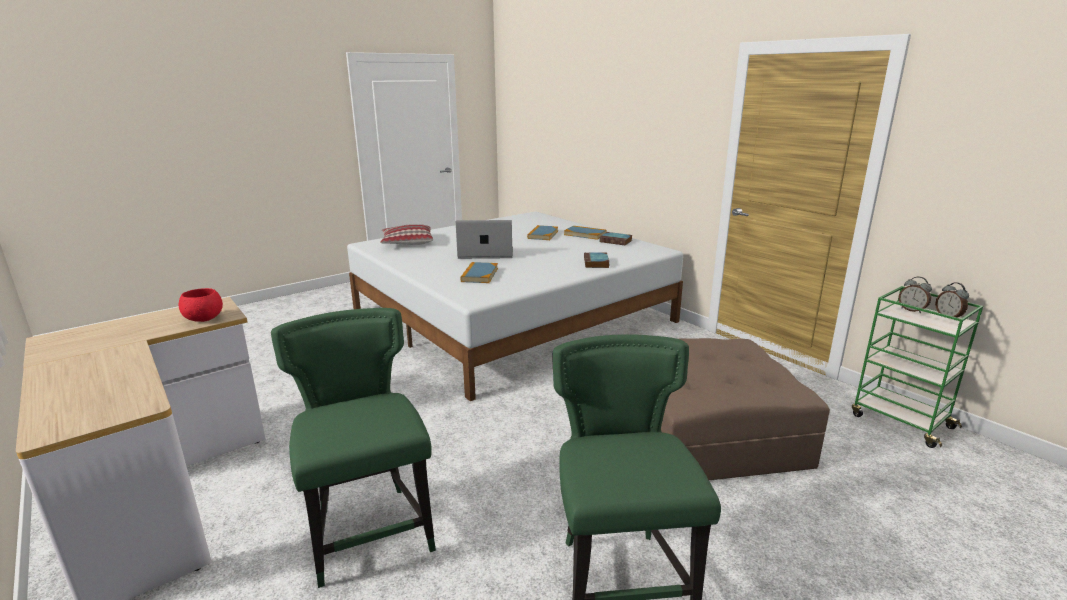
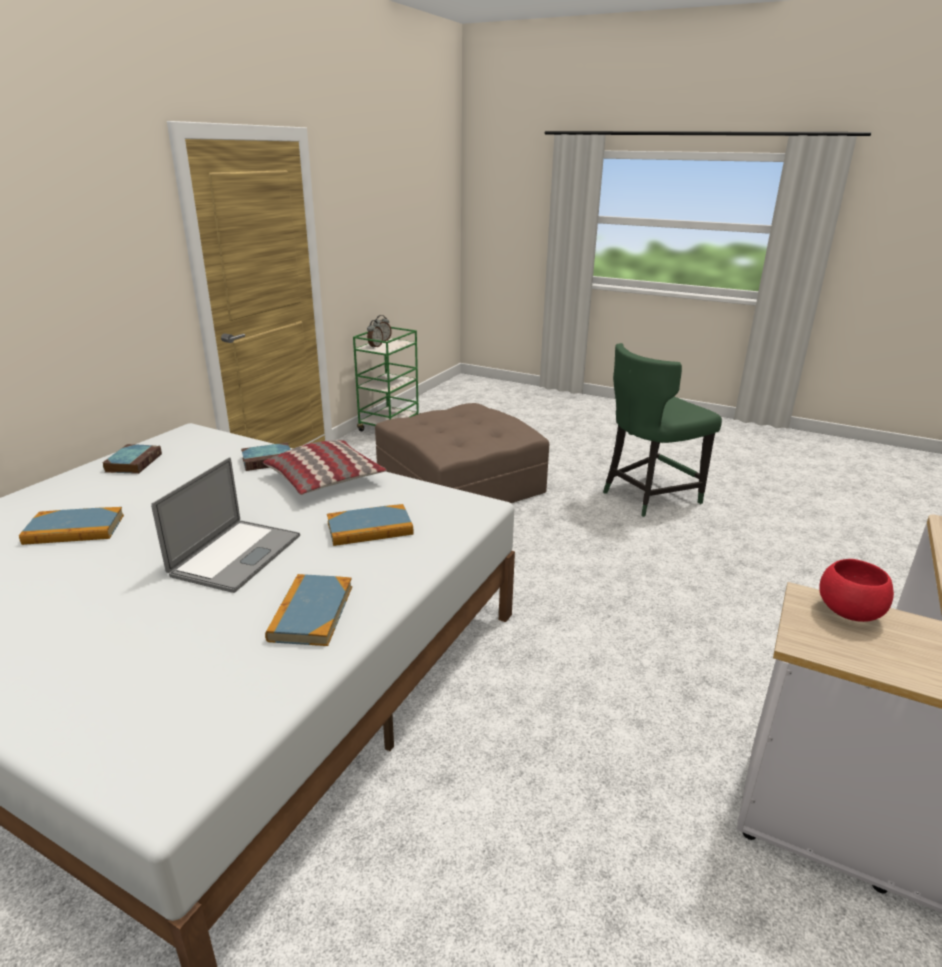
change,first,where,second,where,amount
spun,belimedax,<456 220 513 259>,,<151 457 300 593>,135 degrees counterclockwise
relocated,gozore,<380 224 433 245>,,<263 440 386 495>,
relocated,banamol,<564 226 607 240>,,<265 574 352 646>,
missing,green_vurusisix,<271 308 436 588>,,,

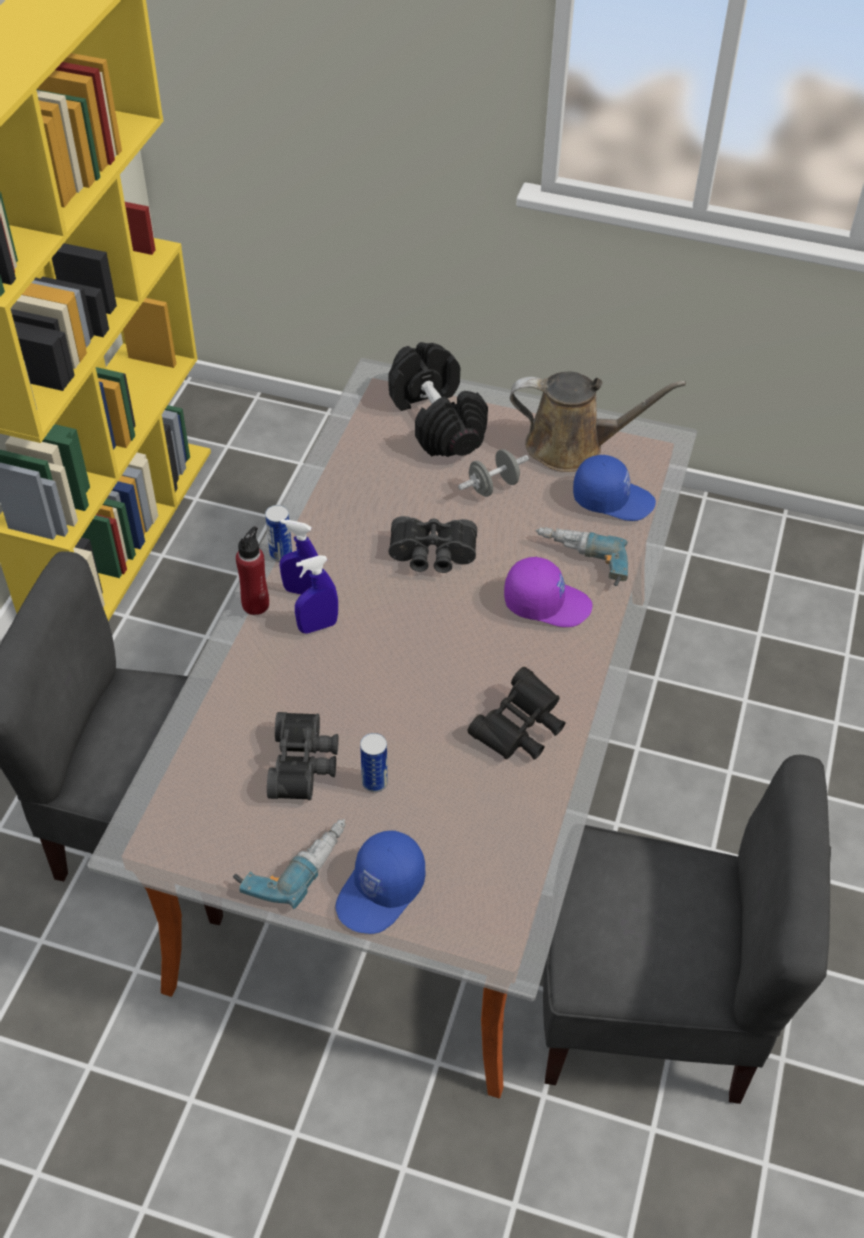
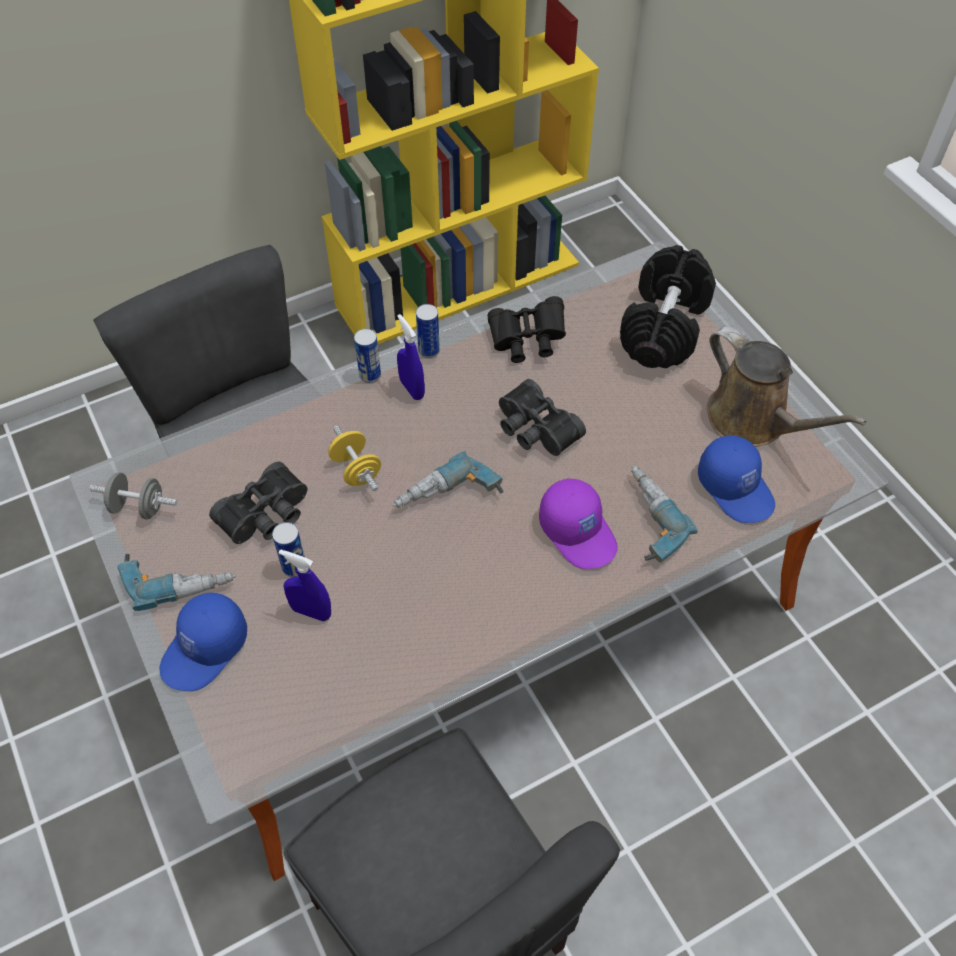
change,first,where,second,where,amount
relocated,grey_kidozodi,<458 449 529 497>,,<89 472 178 519>,
spun,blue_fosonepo,<335 830 425 934>,,<159 593 247 691>,45 degrees counterclockwise
relocated,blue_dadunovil,<295 555 338 634>,,<279 549 331 621>,
appeared,,,yellow_kidozodi,<328 426 381 491>,
exchanged,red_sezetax,<236 526 269 615>,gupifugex,<354 328 381 383>,
appeared,,,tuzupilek,<392 451 504 508>,
relocated,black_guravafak,<468 667 565 760>,,<488 296 566 363>,

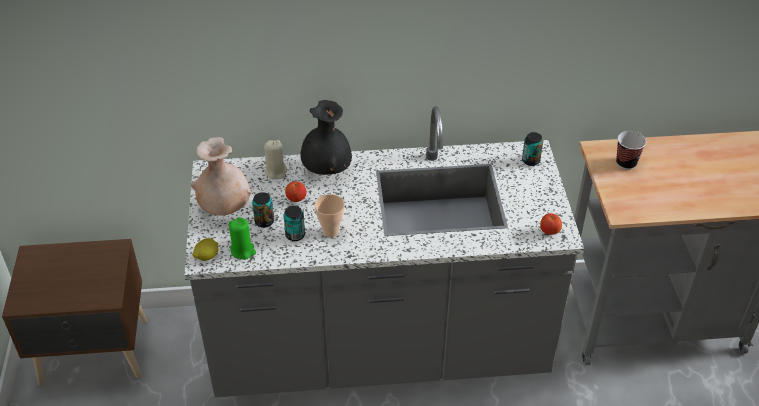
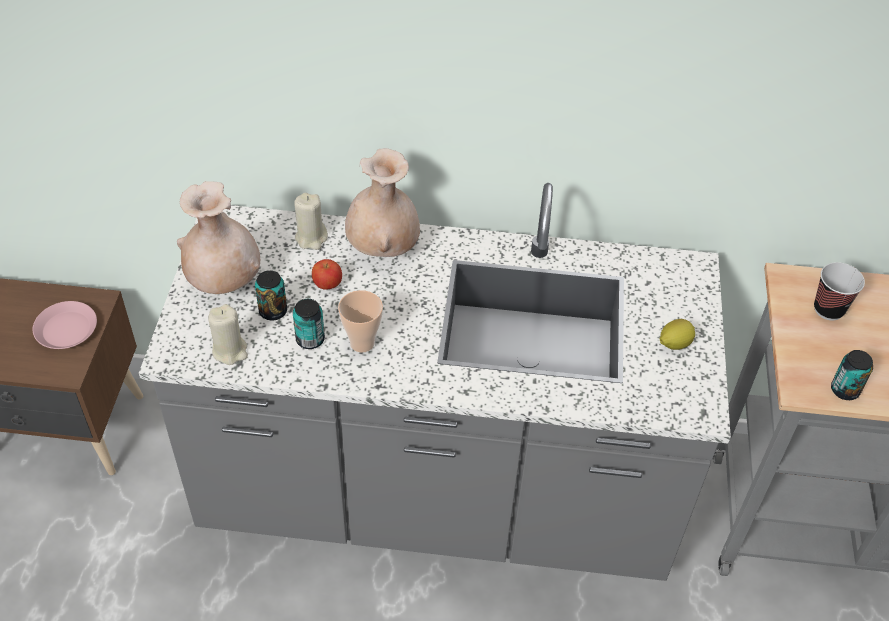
change,first,where,second,where,amount
appeared,,,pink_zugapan,<33 301 97 349>,
colour,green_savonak,<229 217 256 260>,beige_savonak,<208 304 248 365>,
colour,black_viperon,<301 100 352 175>,beige_viperon,<345 148 420 257>,
relocated,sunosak,<192 238 218 261>,,<660 319 695 350>,
relocated,gupifugex,<522 132 543 166>,,<831 350 873 400>,
missing,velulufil,<540 213 562 235>,,,

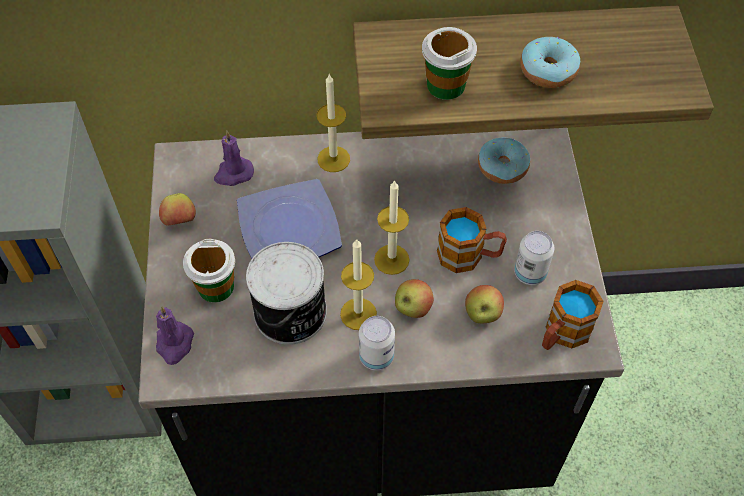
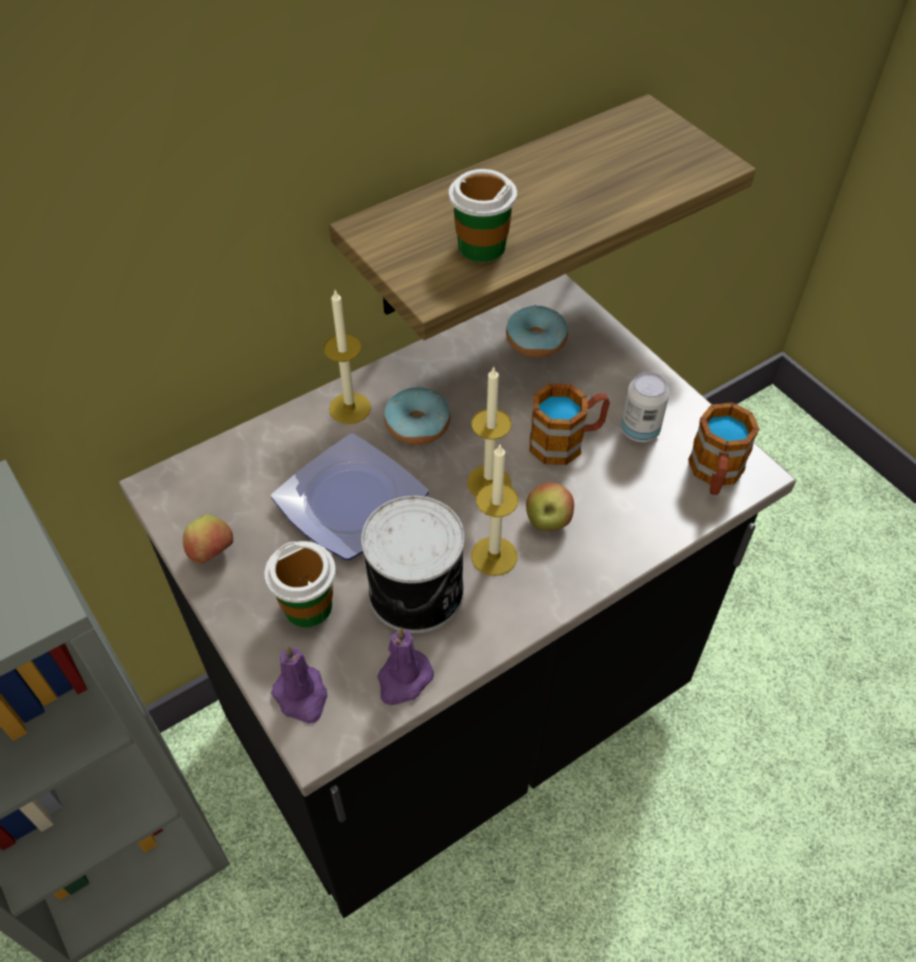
change,first,where,second,where,amount
relocated,purple_savonak,<214 130 254 186>,,<377 627 434 705>,
relocated,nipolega,<520 37 580 88>,,<384 387 451 445>,
missing,gupifugex,<359 316 395 371>,,,
missing,velulufil,<465 285 504 323>,,,

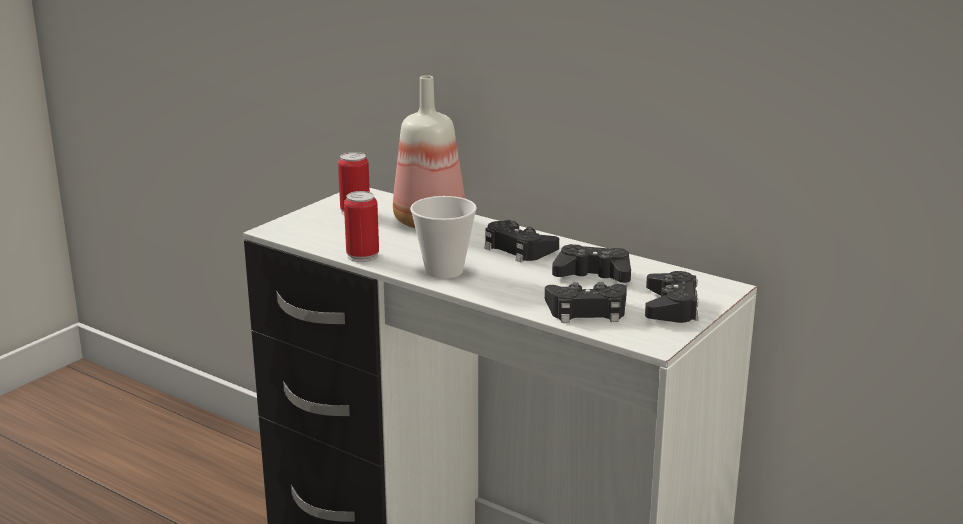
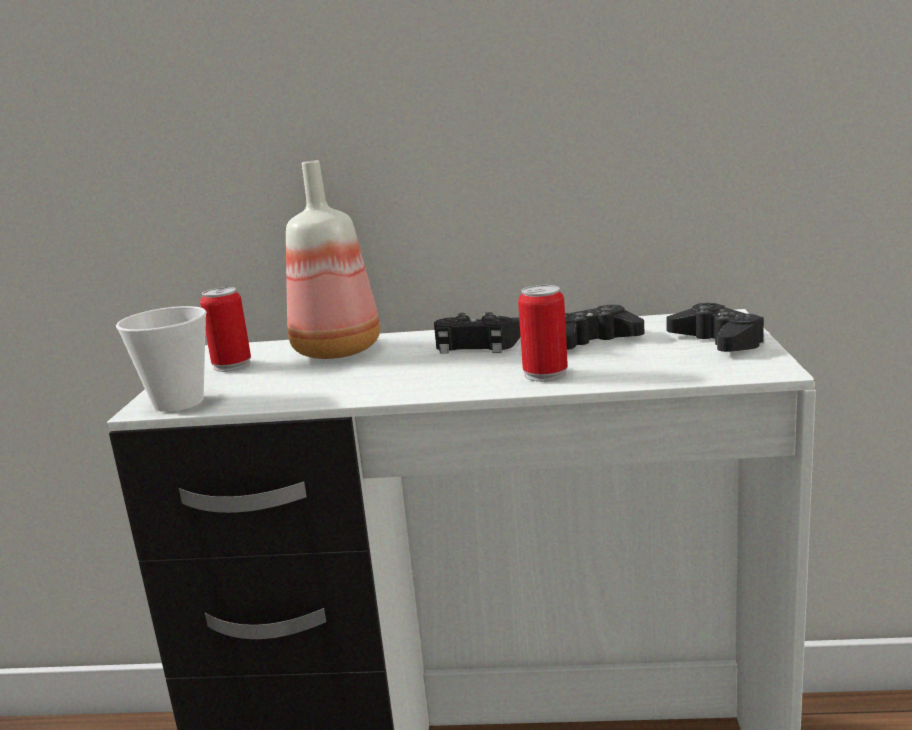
change,first,where,second,where,amount
relocated,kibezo,<410 196 477 279>,,<116 306 207 412>,
relocated,gupifugex,<344 191 379 262>,,<518 285 568 382>,
missing,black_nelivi,<545 282 627 323>,,,

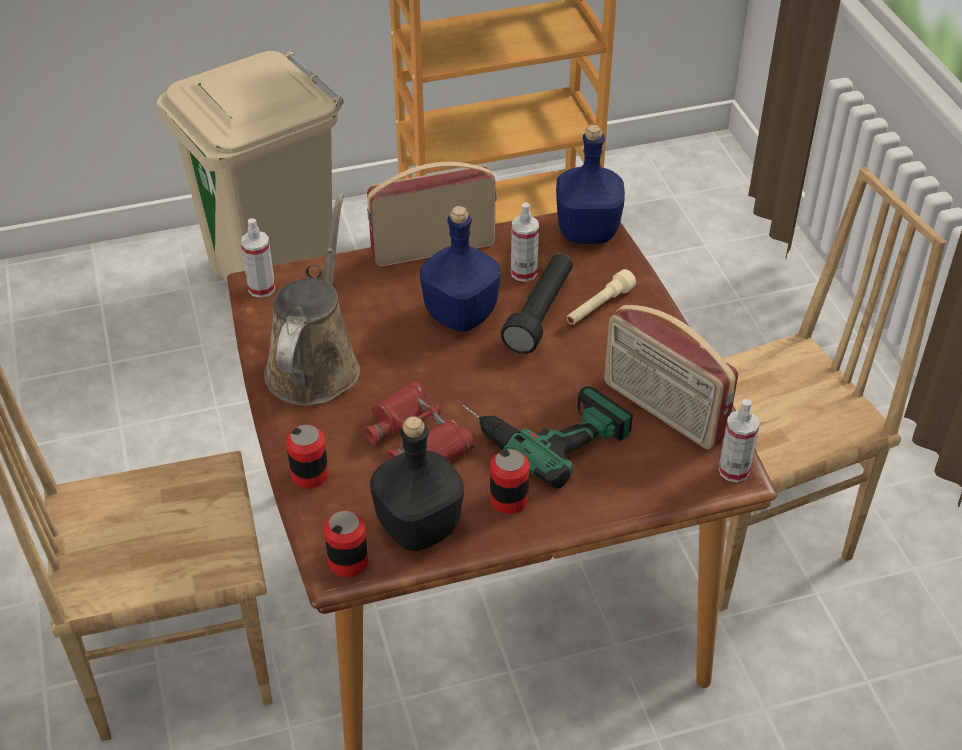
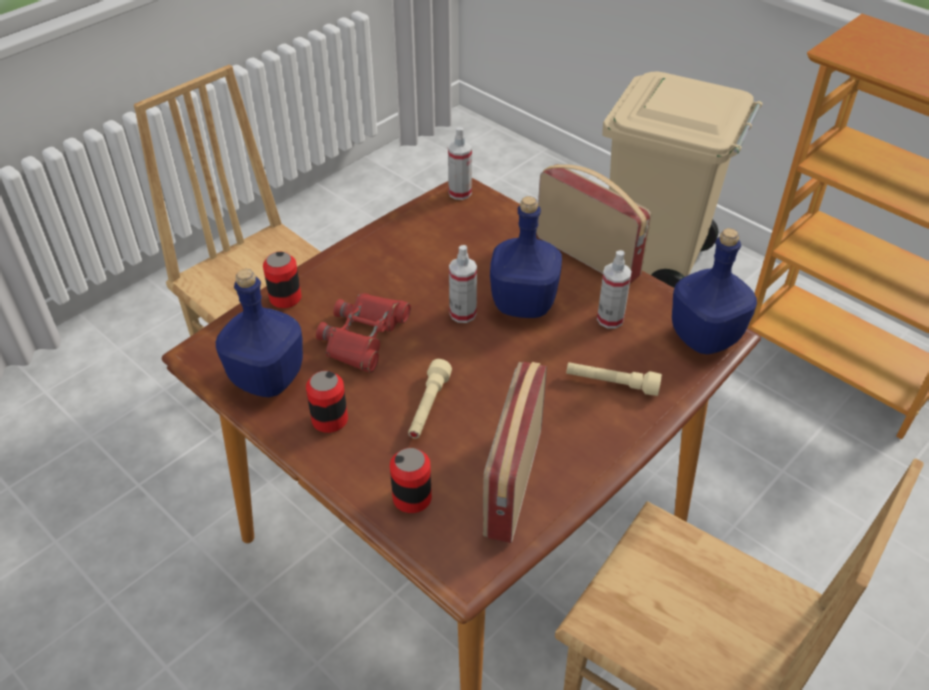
change,first,where,second,where,amount
colour,black_sezetax,<370 416 464 551>,blue_sezetax,<216 269 303 397>,
relocated,gupifugex,<324 511 368 577>,,<390 448 432 513>,
exchanged,tuzupilek,<463 386 633 489>,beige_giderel,<408 359 452 439>,
relocated,dadunovil,<719 399 760 482>,,<449 245 477 323>,
missing,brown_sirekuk,<264 193 360 406>,,,
missing,black_giderel,<500 254 573 354>,,,

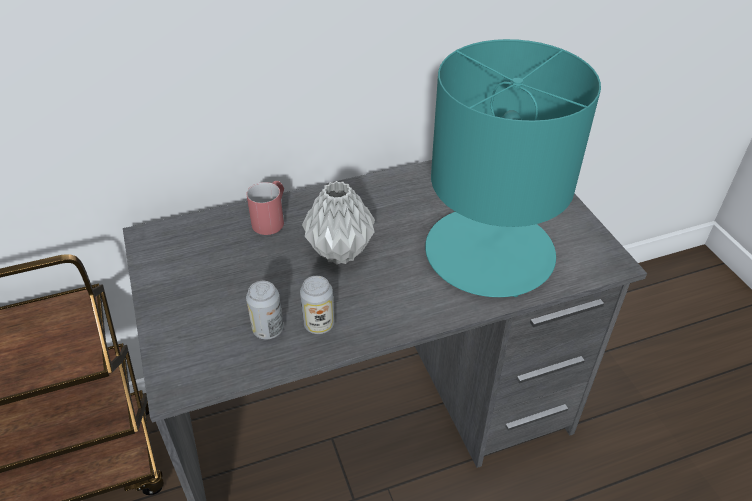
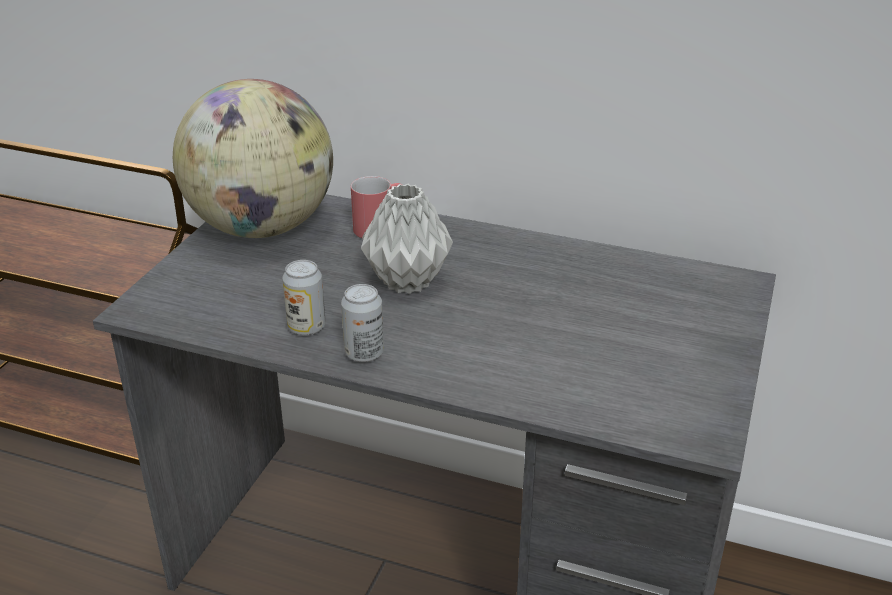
change,first,where,second,where,amount
appeared,,,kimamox,<173 79 333 238>,
relocated,gupifugex,<246 281 283 339>,,<341 284 384 362>,
missing,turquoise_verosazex,<425 39 601 297>,,,

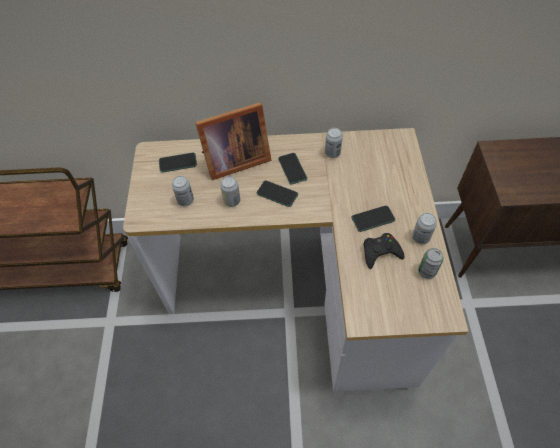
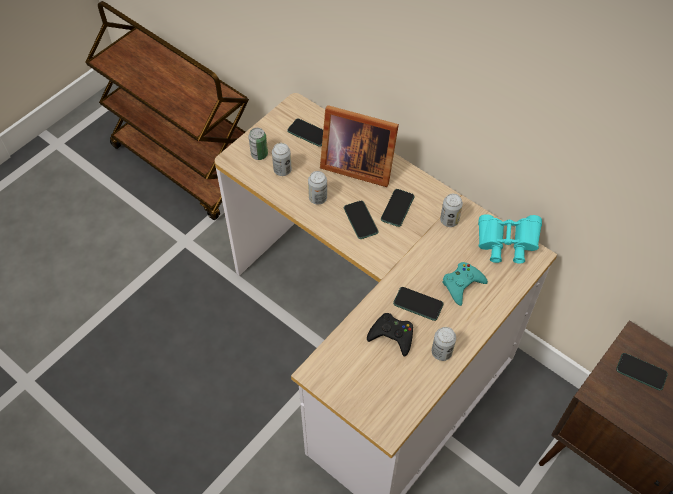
change,first,where,second,where,amount
relocated,gupifugex,<418 248 444 279>,,<249 128 268 160>,
appeared,,,turquoise_nelivi,<442 262 488 306>,
appeared,,,turquoise_guravafak,<478 214 542 264>,
appeared,,,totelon,<616 353 668 390>,

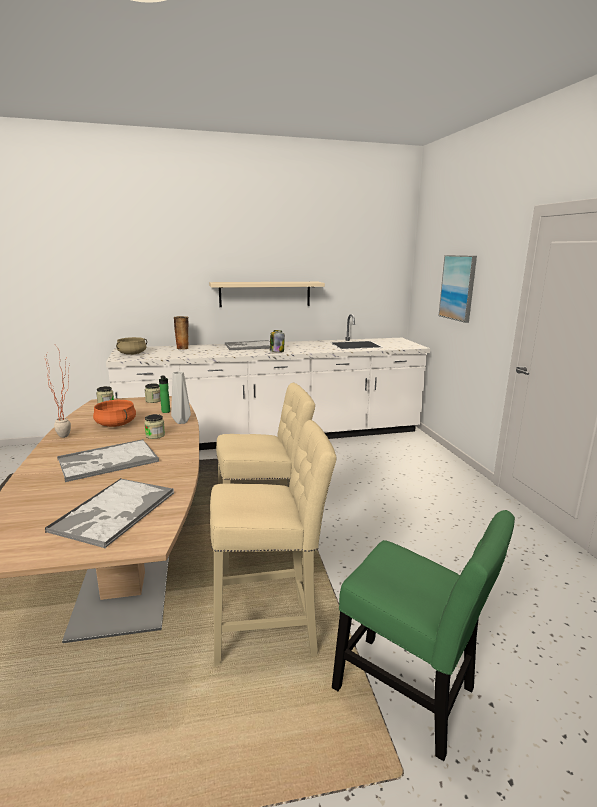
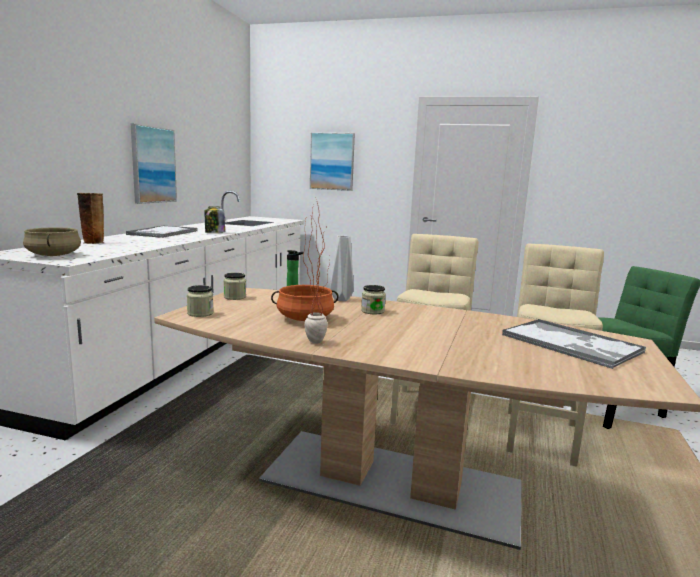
change,first,where,second,where,amount
exchanged,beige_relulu,<209 282 325 307>,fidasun,<131 123 177 204>,
missing,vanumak,<57 439 159 482>,,,

